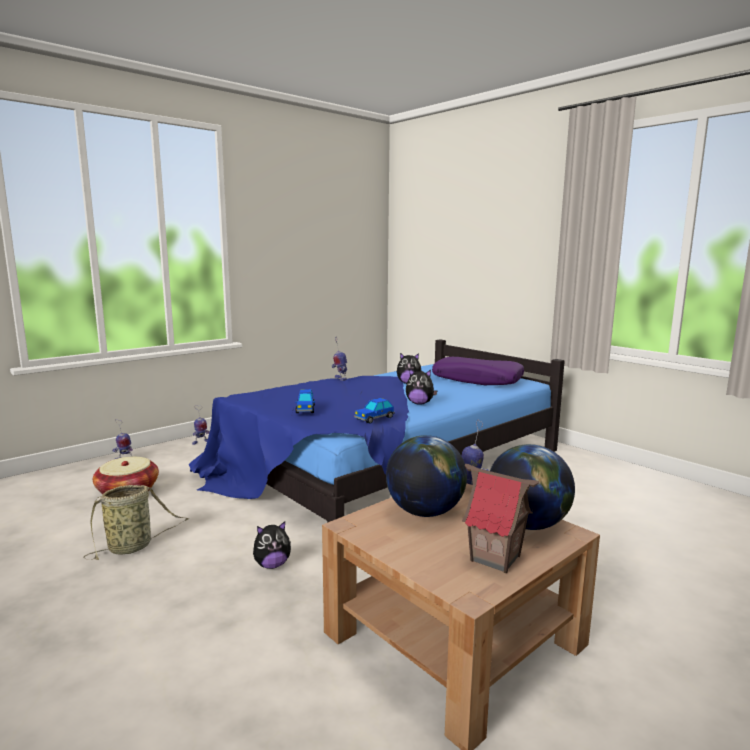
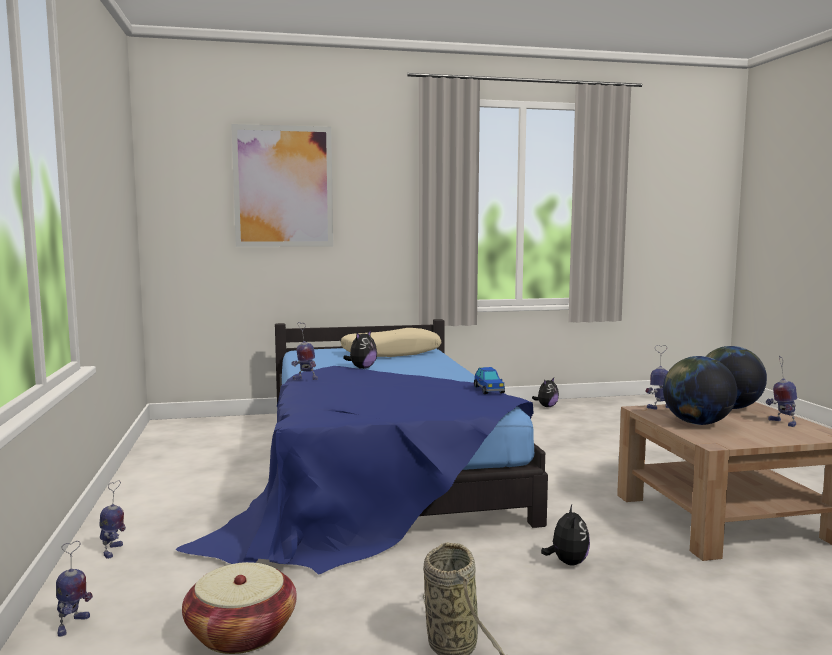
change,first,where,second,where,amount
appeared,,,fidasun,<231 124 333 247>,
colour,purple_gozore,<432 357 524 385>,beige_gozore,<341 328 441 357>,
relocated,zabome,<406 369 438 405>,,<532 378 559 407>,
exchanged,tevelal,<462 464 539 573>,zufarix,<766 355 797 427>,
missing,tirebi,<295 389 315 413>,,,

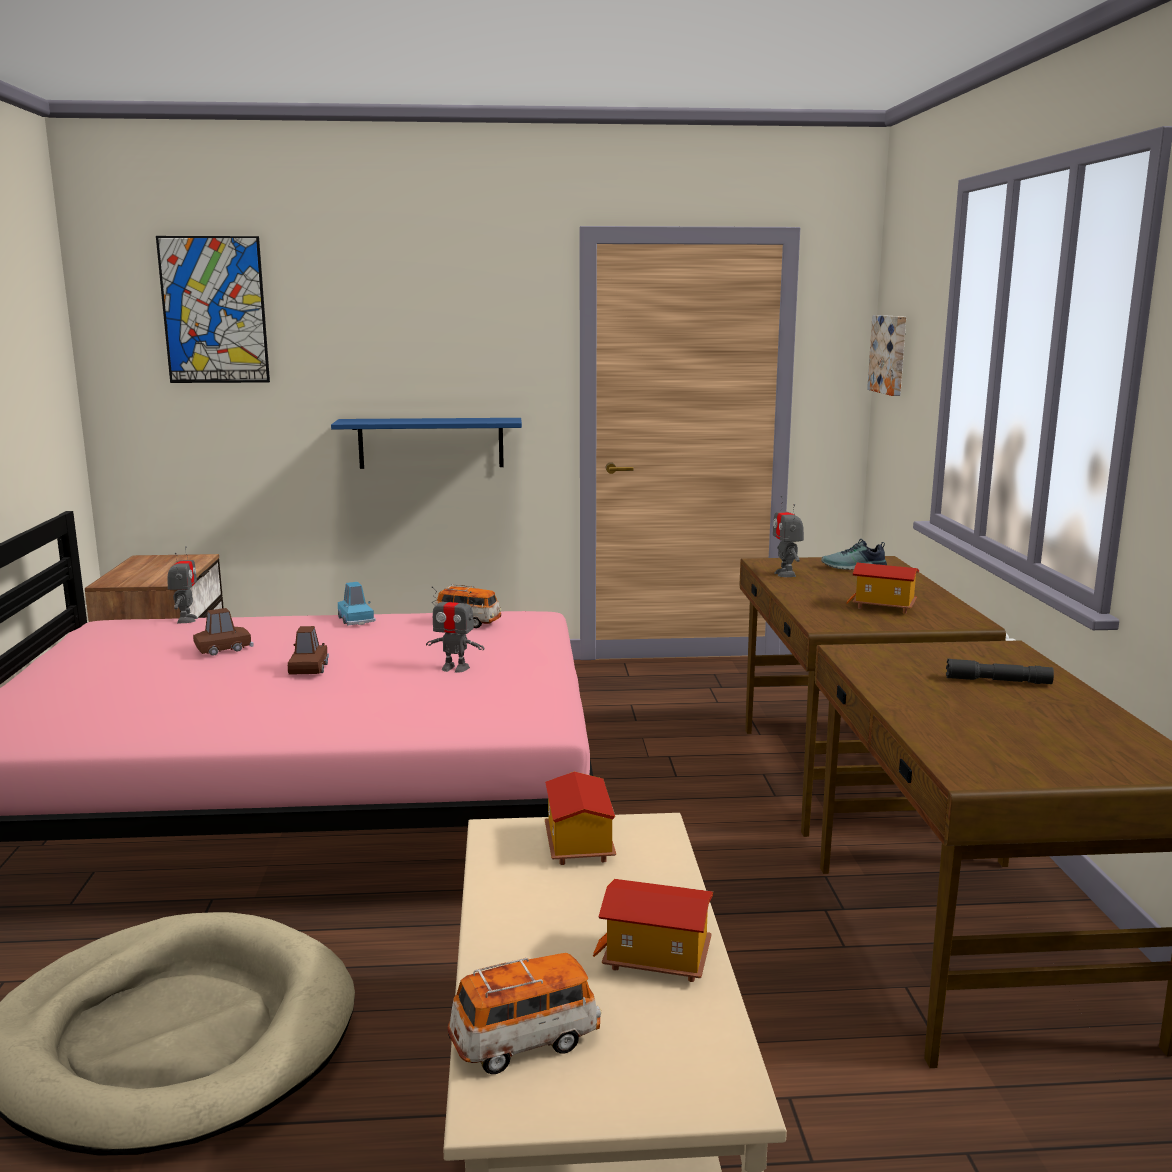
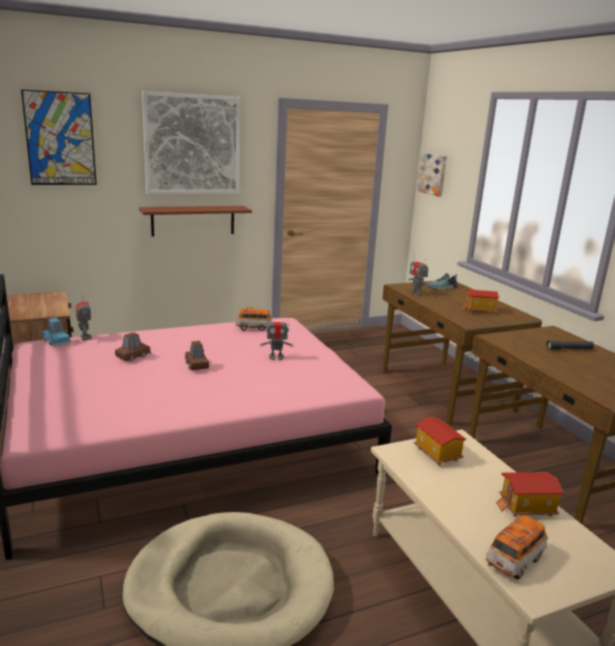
change,first,where,second,where,amount
relocated,blue_tirebi,<338 582 376 625>,,<42 318 71 347>,
colour,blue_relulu,<331 418 522 469>,brown_relulu,<139 206 252 237>,
appeared,,,fidasun,<142 91 240 194>,

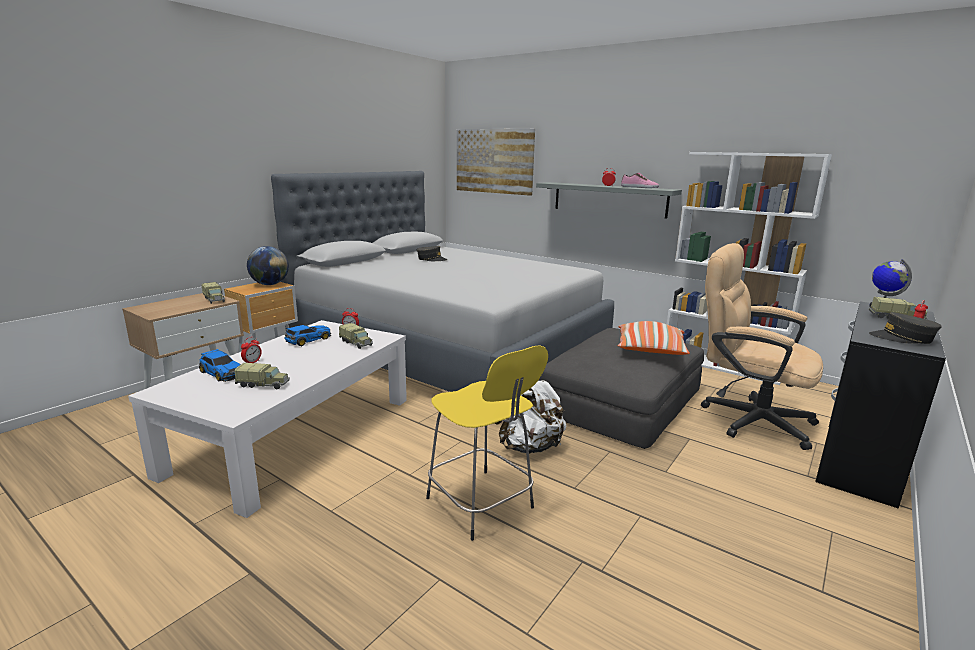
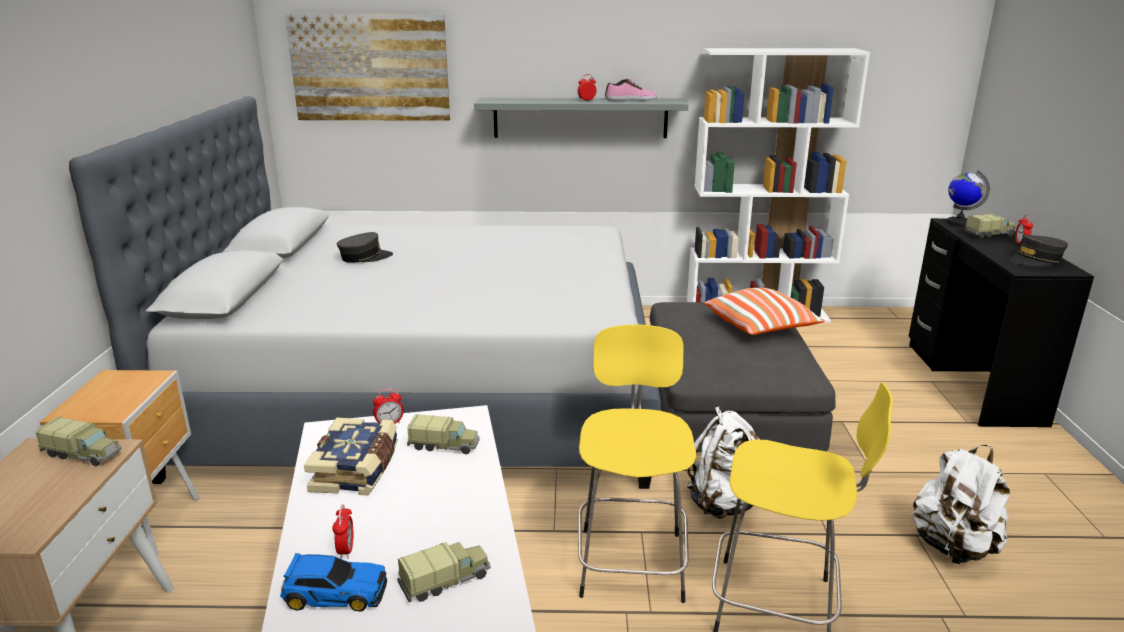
change,first,where,second,where,amount
exchanged,tirebi,<284 325 331 346>,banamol,<304 418 398 496>,
appeared,,,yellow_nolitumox,<578 325 696 603>,
appeared,,,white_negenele,<912 445 1010 564>,
missing,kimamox,<247 246 289 285>,,,
missing,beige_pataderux,<701 243 823 450>,,,

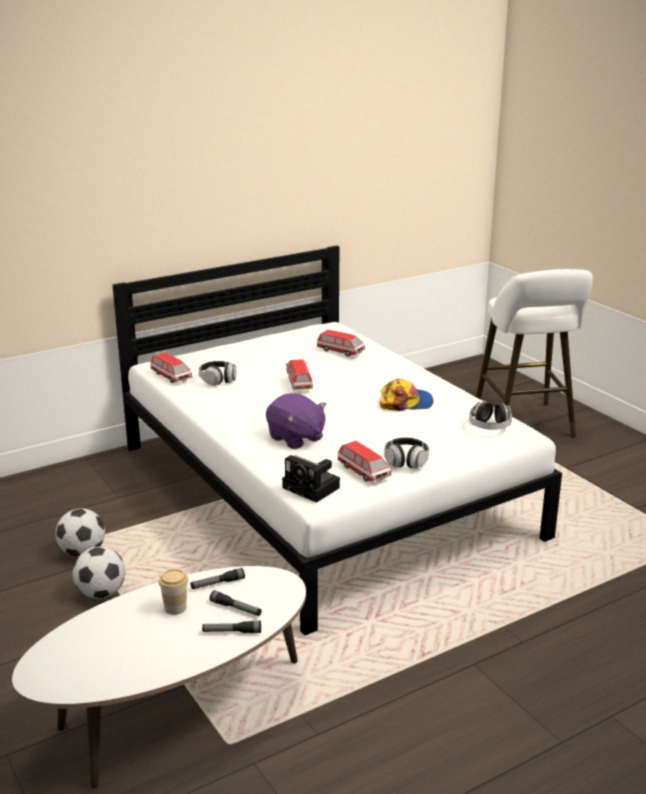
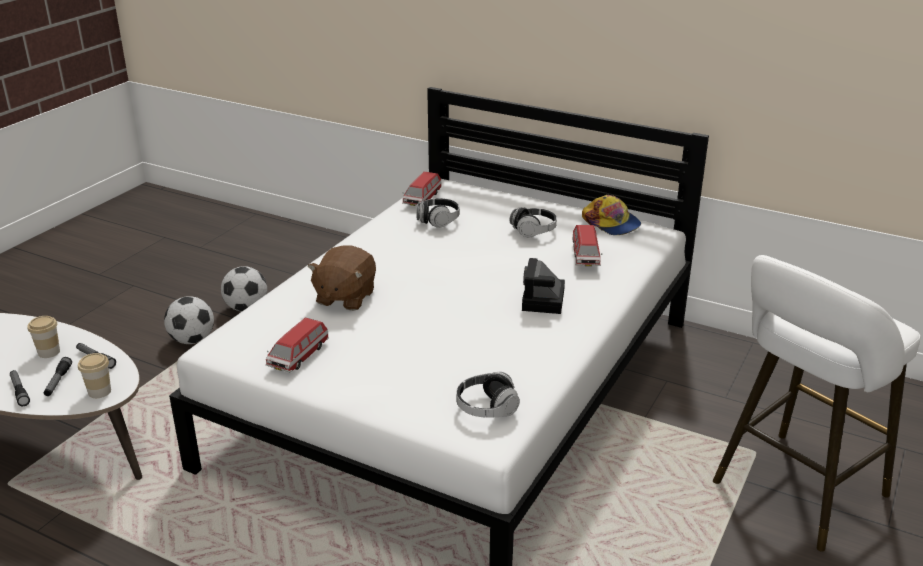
change,first,where,second,where,amount
appeared,,,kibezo,<78 353 111 398>,
colour,purple_zabome,<266 393 327 449>,brown_zabome,<308 245 376 311>,
relocated,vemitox,<384 437 429 469>,,<509 207 557 237>,
relocated,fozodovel,<282 455 340 503>,,<522 258 565 314>,
relocated,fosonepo,<380 379 434 411>,,<582 195 641 235>,
missing,tirebi,<285 359 313 390>,,,

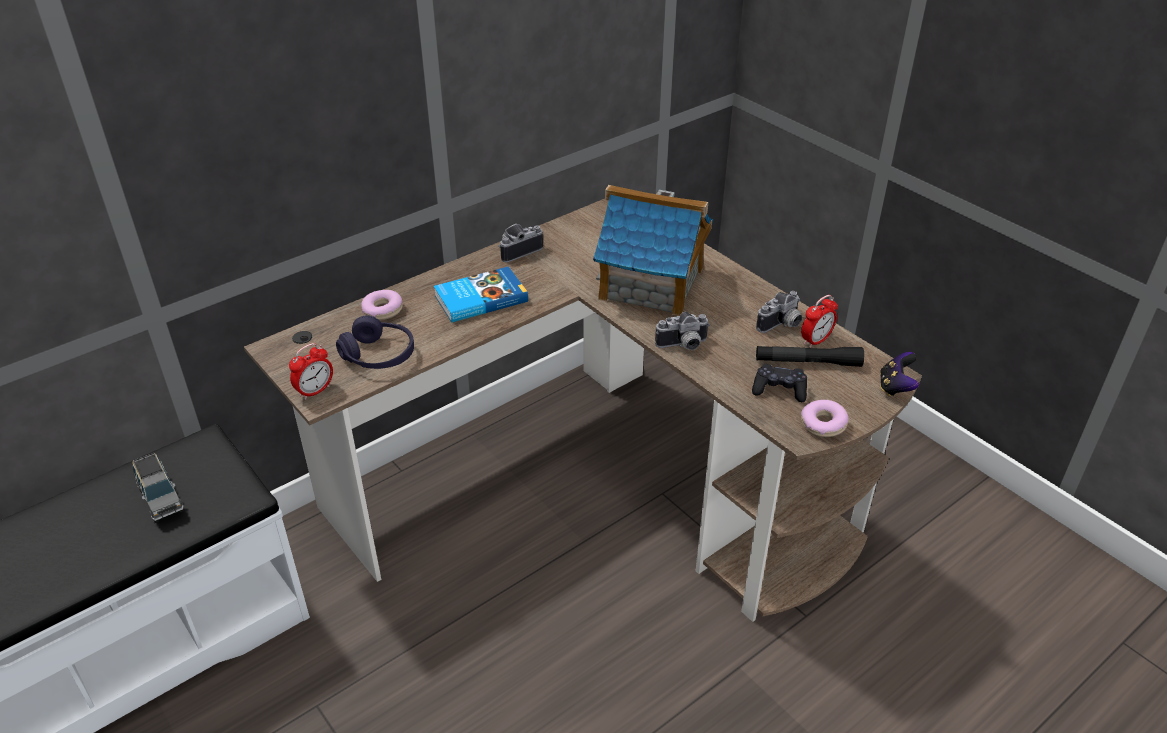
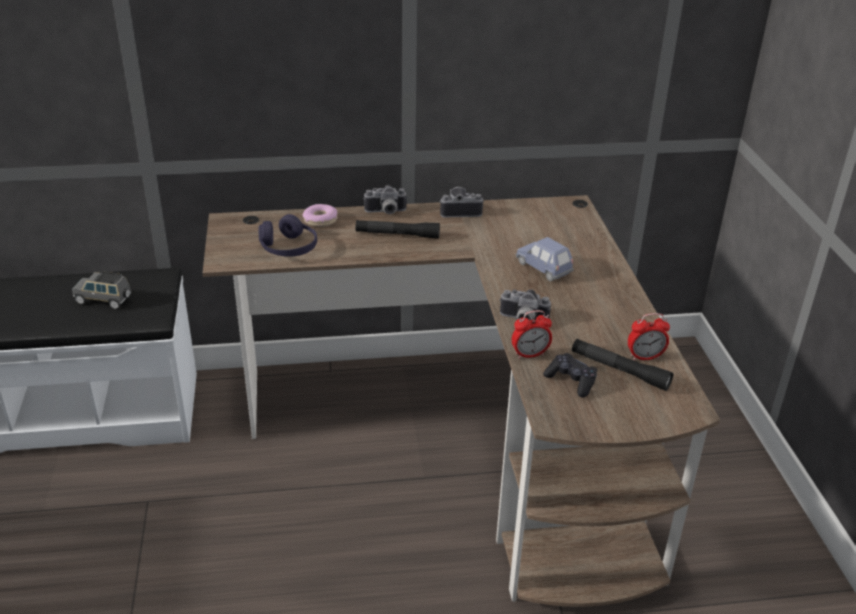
change,first,where,second,where,amount
spun,grey_tirebi,<132 453 185 523>,,<72 271 131 309>,105 degrees clockwise
exchanged,banamol,<434 266 528 323>,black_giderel,<356 220 440 239>,
relocated,fozodovel,<756 291 803 333>,,<363 185 408 214>,
relocated,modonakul,<289 343 333 400>,,<512 310 552 359>,
exchanged,tevelal,<593 185 713 316>,blue_tirebi,<516 237 574 281>,
missing,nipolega,<801 400 849 437>,,,
missing,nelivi,<880 352 919 397>,,,

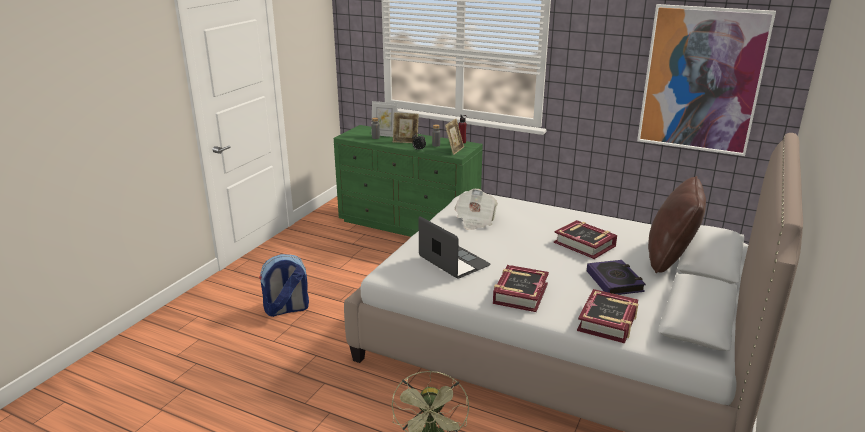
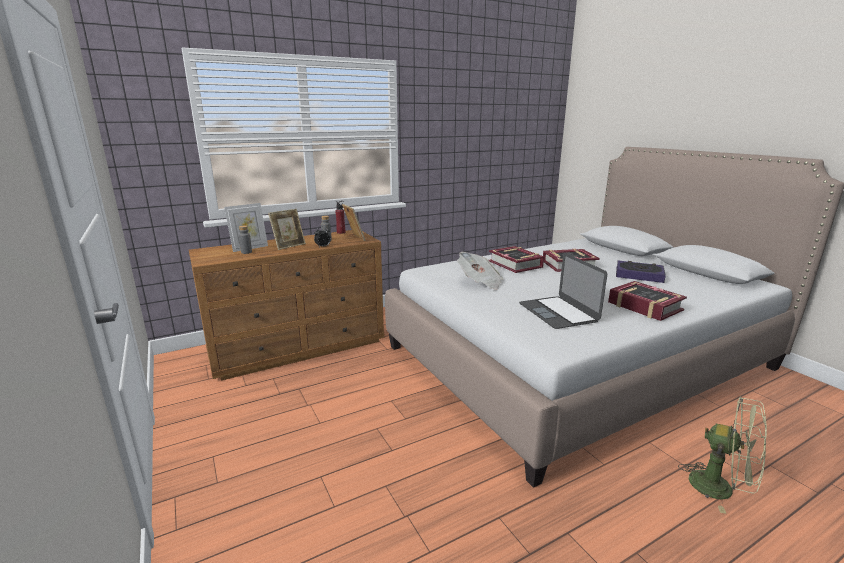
change,first,where,second,where,amount
colour,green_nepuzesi,<334 125 483 237>,brown_nepuzesi,<189 230 384 381>,
relocated,banamol,<577 289 638 343>,,<489 246 544 273>,
spun,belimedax,<419 216 490 278>,,<519 253 607 329>,105 degrees counterclockwise
missing,negenele,<259 254 309 317>,,,
missing,fidasun,<637 4 776 156>,,,
missing,brown_gozore,<648 176 706 273>,,,

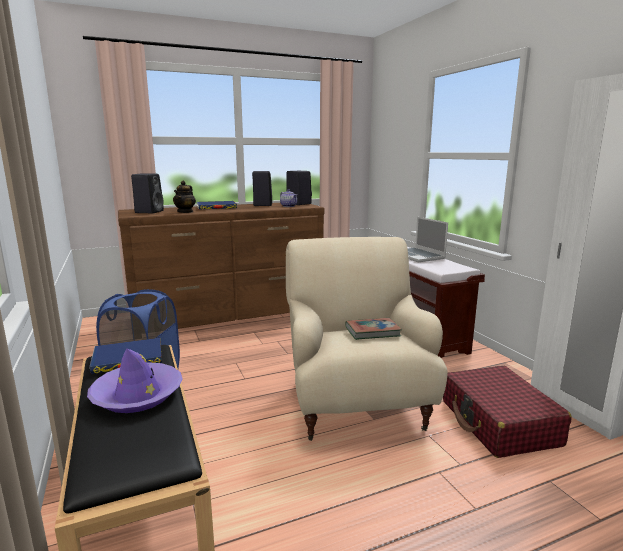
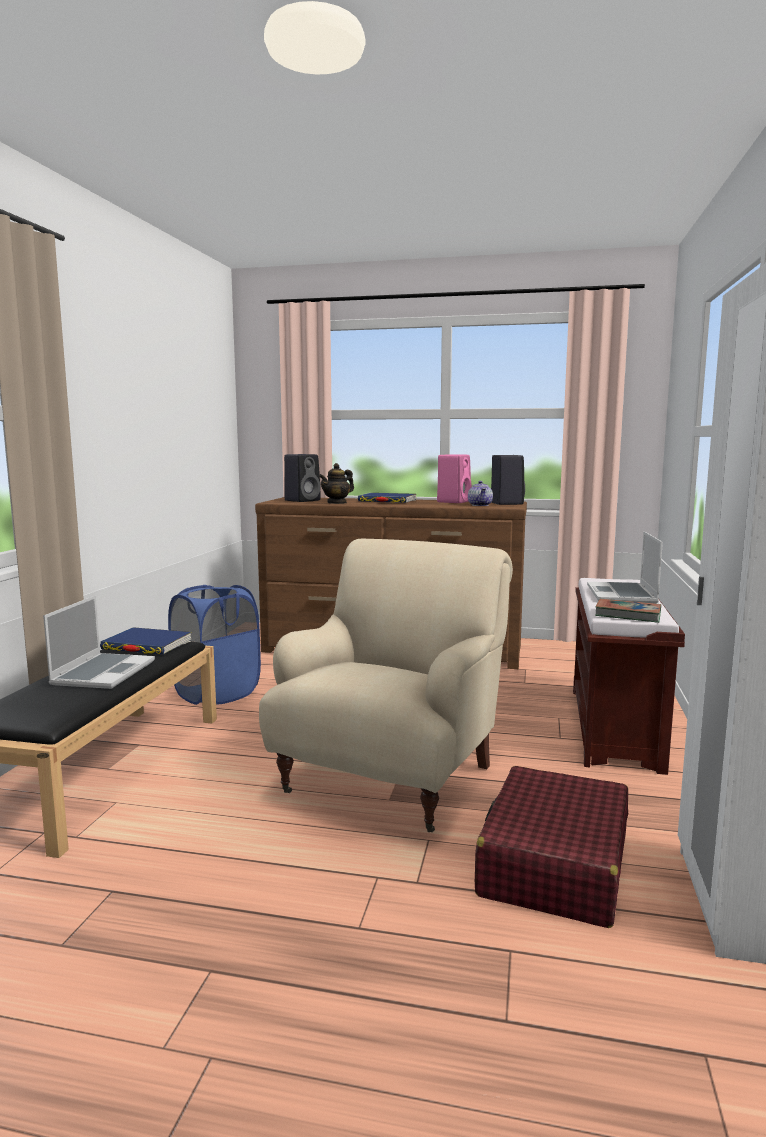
change,first,where,second,where,amount
exchanged,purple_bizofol,<87 348 183 413>,belimedax,<43 595 155 689>,
colour,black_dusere,<252 171 272 206>,pink_dusere,<437 454 472 503>,
relocated,banamol,<345 318 402 340>,,<595 599 661 623>,

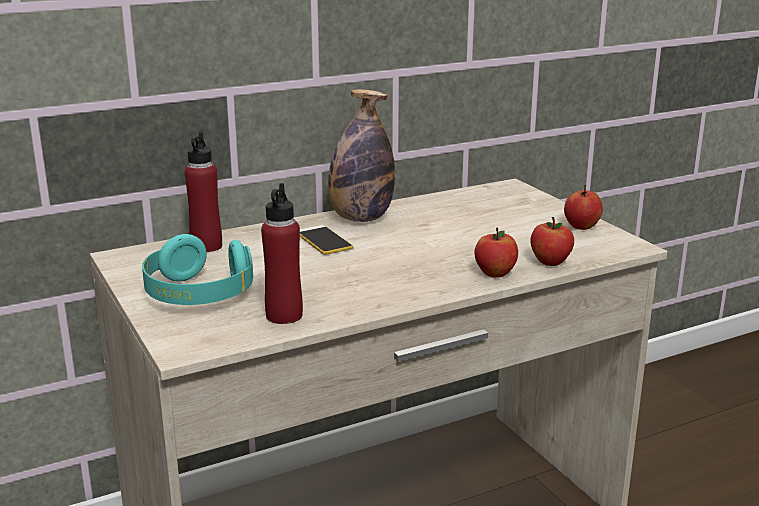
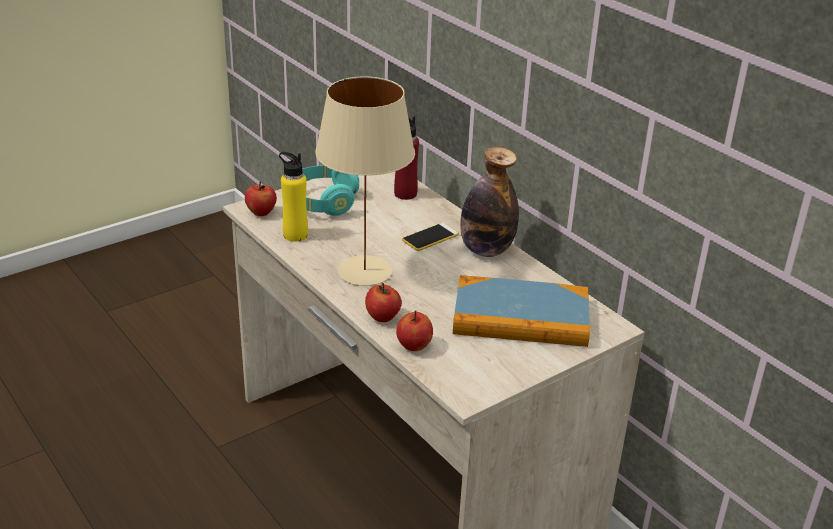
change,first,where,second,where,amount
relocated,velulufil,<564 185 603 230>,,<245 181 277 216>,
colour,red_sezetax,<261 183 303 324>,yellow_sezetax,<279 152 308 242>,
appeared,,,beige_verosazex,<315 77 415 286>,
appeared,,,banamol,<453 275 590 347>,

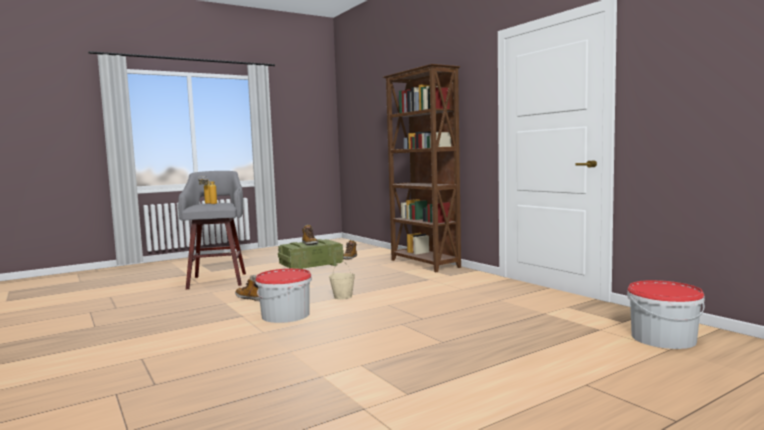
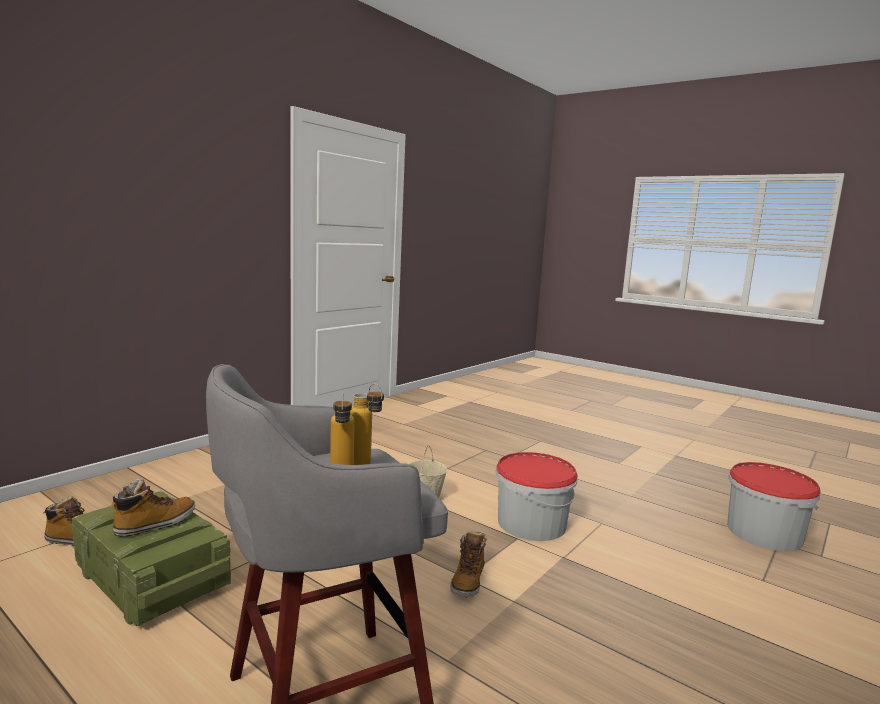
change,first,where,second,where,amount
relocated,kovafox,<627 280 705 349>,,<727 462 821 551>,
missing,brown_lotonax,<383 64 461 272>,,,

